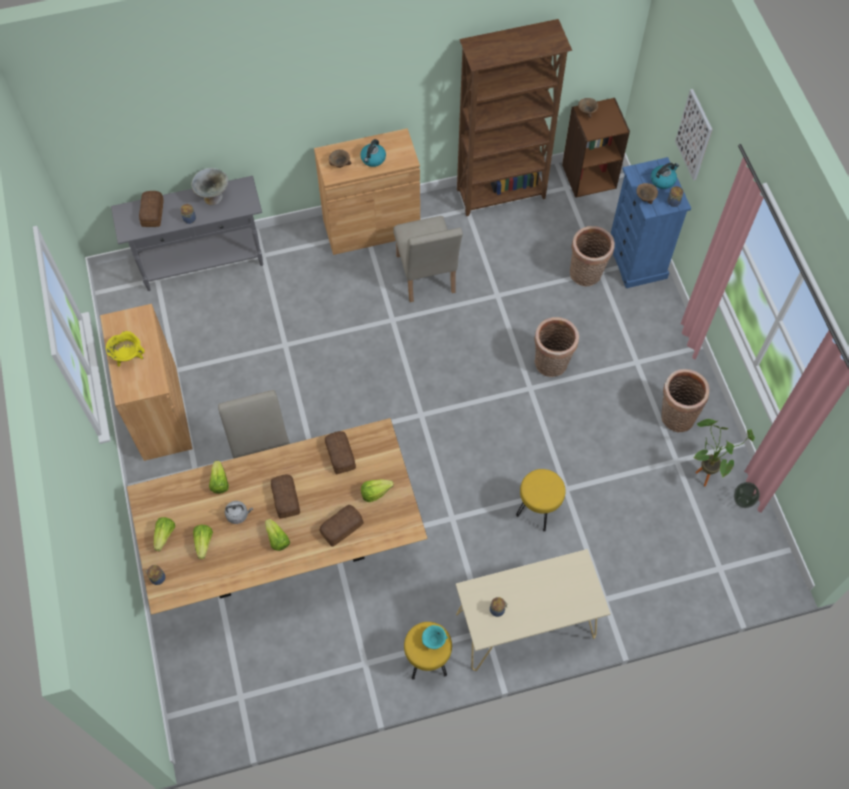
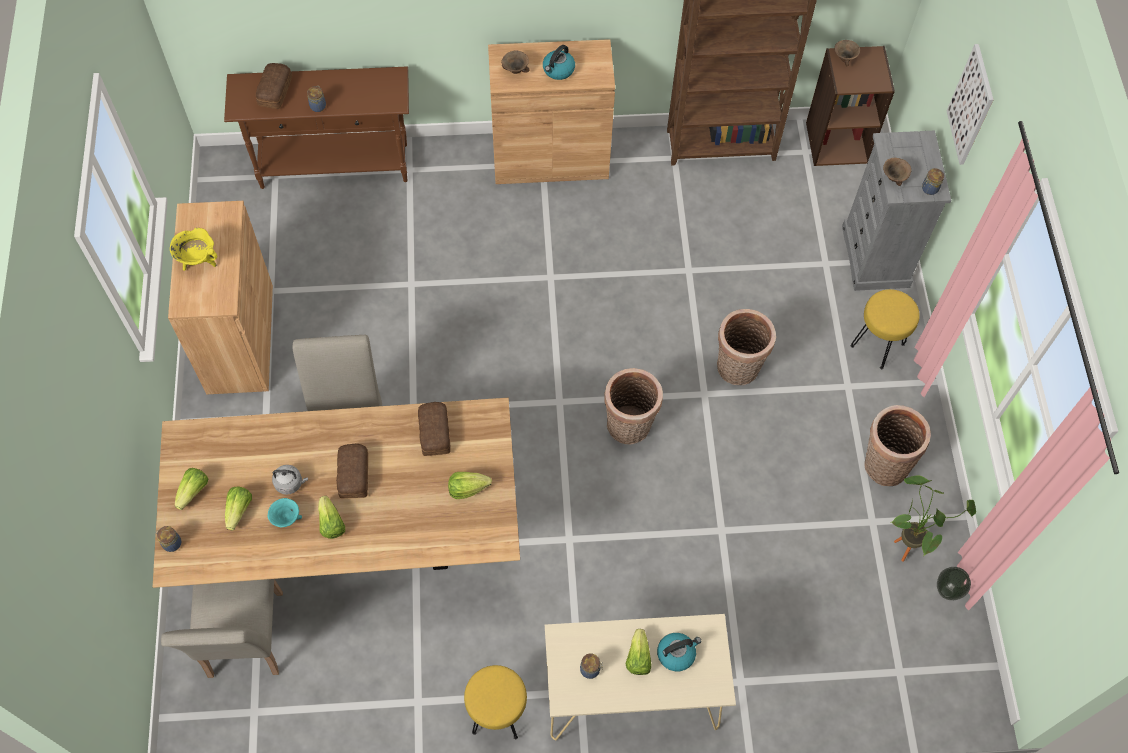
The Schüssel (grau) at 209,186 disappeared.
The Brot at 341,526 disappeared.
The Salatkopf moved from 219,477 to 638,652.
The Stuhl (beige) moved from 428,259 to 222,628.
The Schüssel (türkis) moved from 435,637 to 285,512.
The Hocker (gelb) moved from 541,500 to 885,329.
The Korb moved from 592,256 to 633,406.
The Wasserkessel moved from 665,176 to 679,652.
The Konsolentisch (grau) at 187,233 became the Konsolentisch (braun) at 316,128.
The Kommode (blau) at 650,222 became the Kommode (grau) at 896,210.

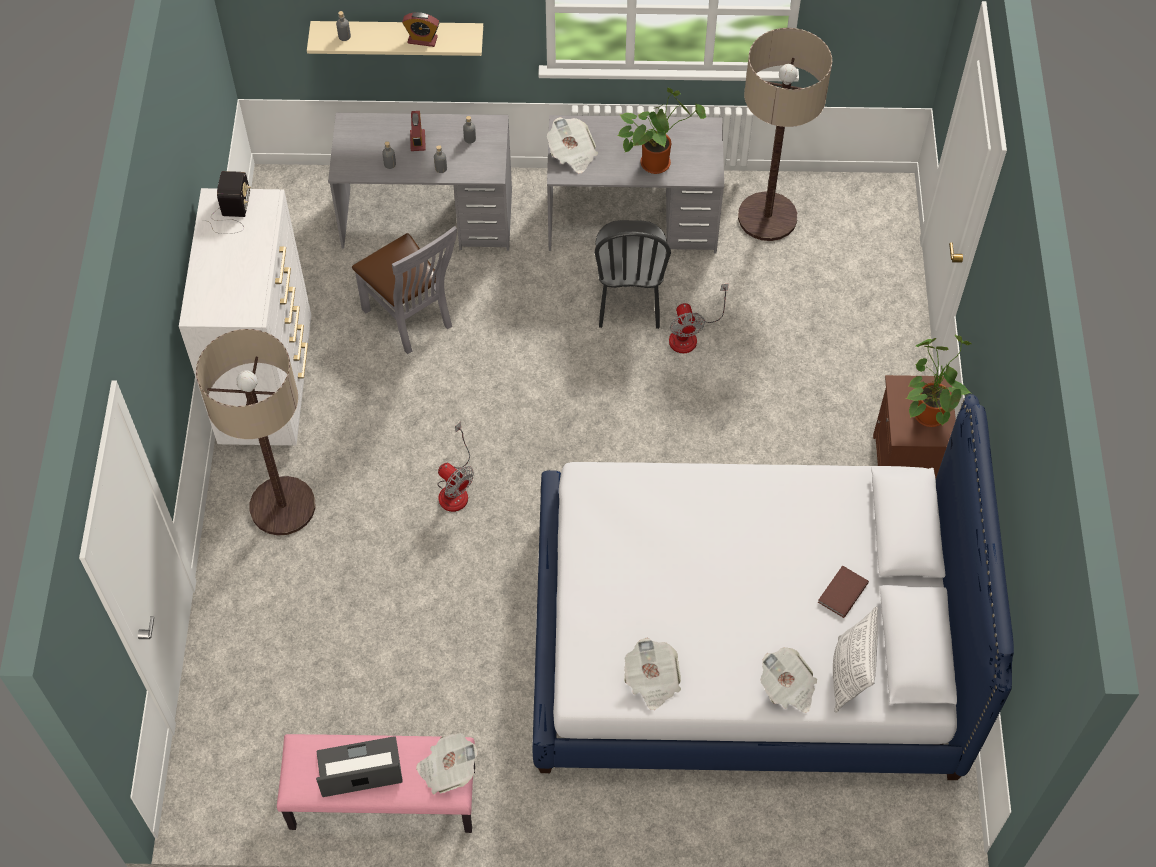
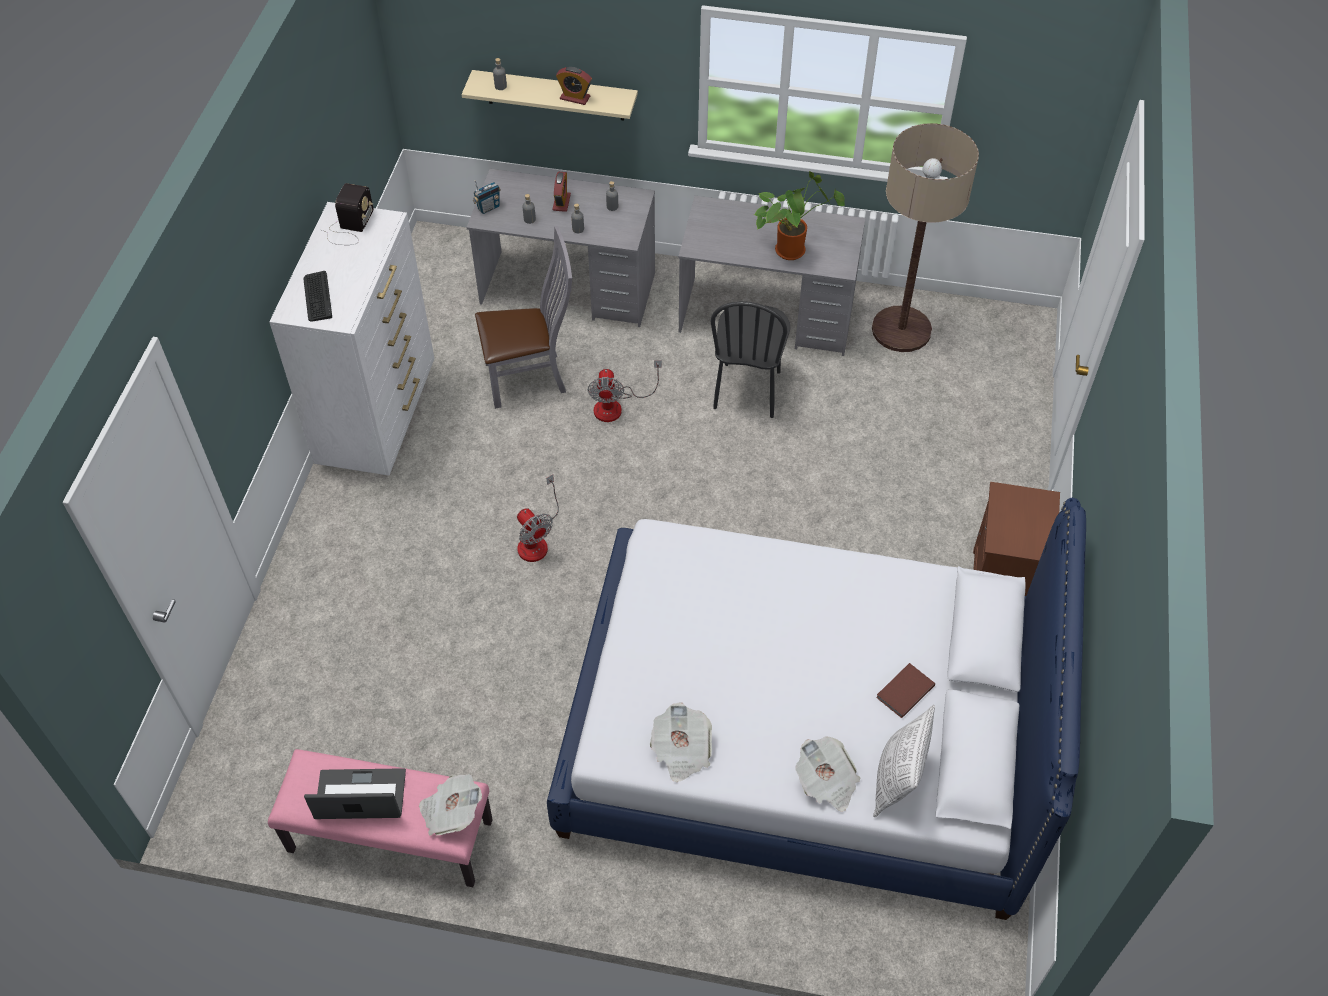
The Stehlampe at 255,432 disappeared.
The Zeitung at 572,145 disappeared.
The Topfpflanze at 938,380 disappeared.
The Tastatur at 318,296 appeared.
The Radio at 487,197 appeared.
The Ventilator moved from 699,318 to 625,391.
The Stuhl (grau) at 404,290 turned 75 degrees counterclockwise.

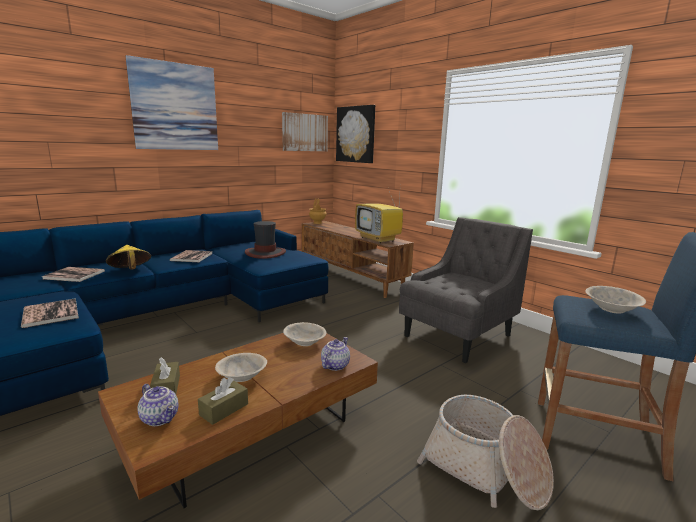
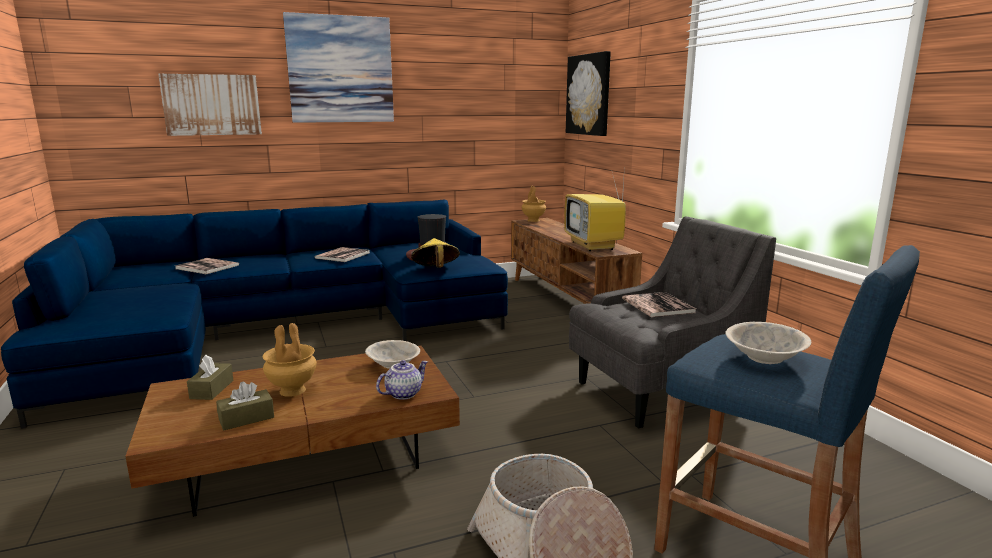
The Teekanne at 157,405 disappeared.
The Buch moved from 50,313 to 659,304.
The Hut (gelb) moved from 128,257 to 435,253.
The Bild moved from 305,131 to 210,105.
The Schüssel (beige) at 241,367 was replaced by the Vase (braun) at 290,360.

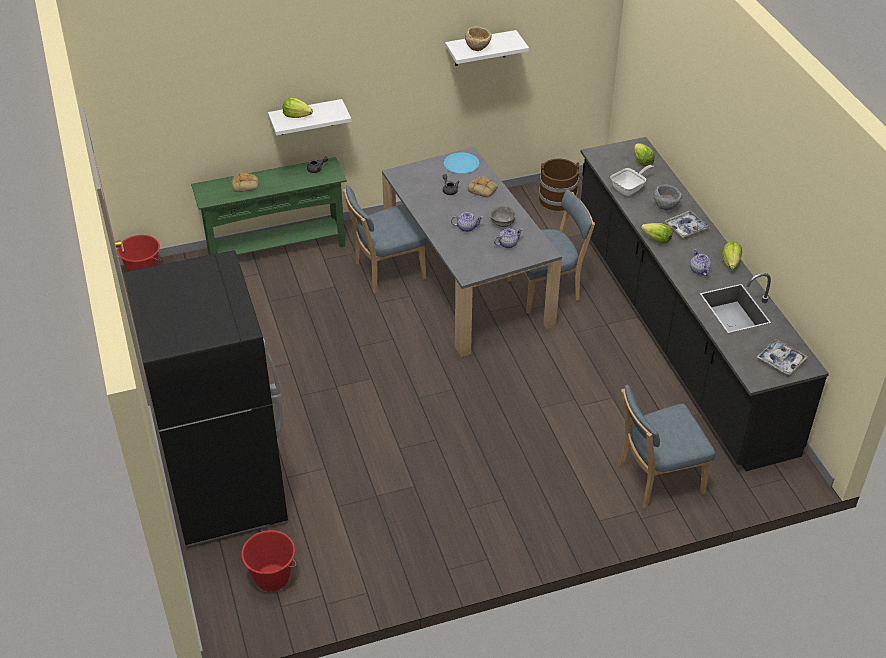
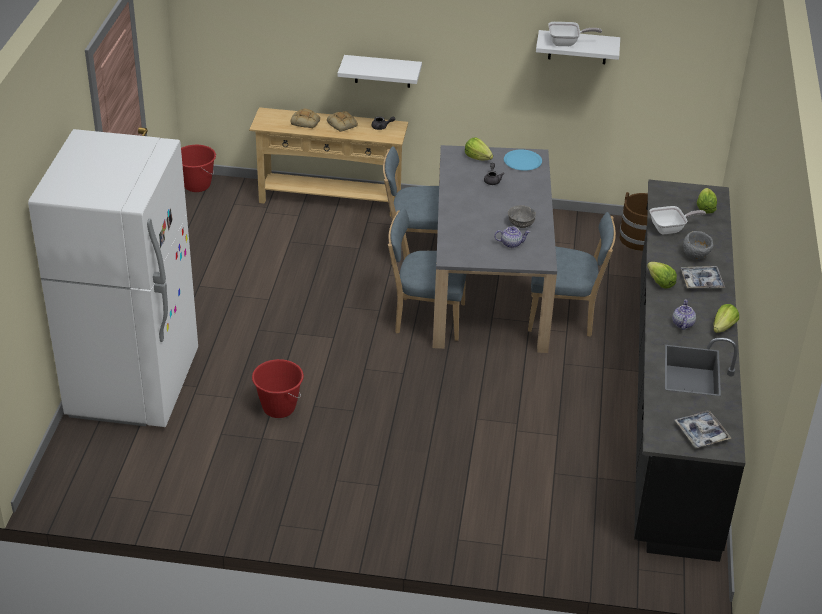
The Teekanne at 467,222 disappeared.
The Eimer (rot) moved from 268,560 to 278,388.
The Salatkopf moved from 298,107 to 479,148.
The Brot moved from 483,187 to 342,121.
The Stuhl (blau) moved from 667,447 to 427,274.
The Schüssel (beige) at 478,39 was replaced by the Pfanne at 575,34.
The Kühlschrank (schwarz) at 206,398 became the Kühlschrank (weiß) at 113,278.
The Konsolentisch (grün) at 269,206 became the Konsolentisch (beige) at 328,161.

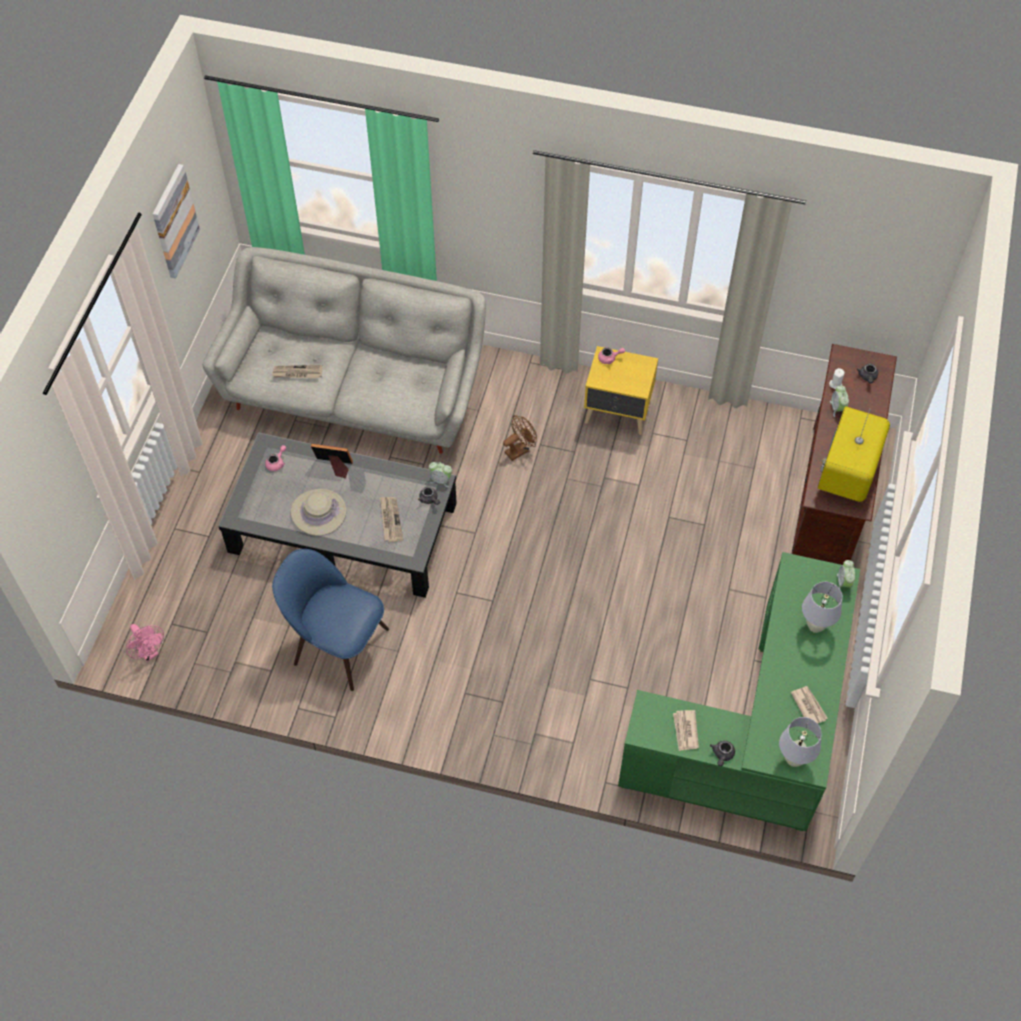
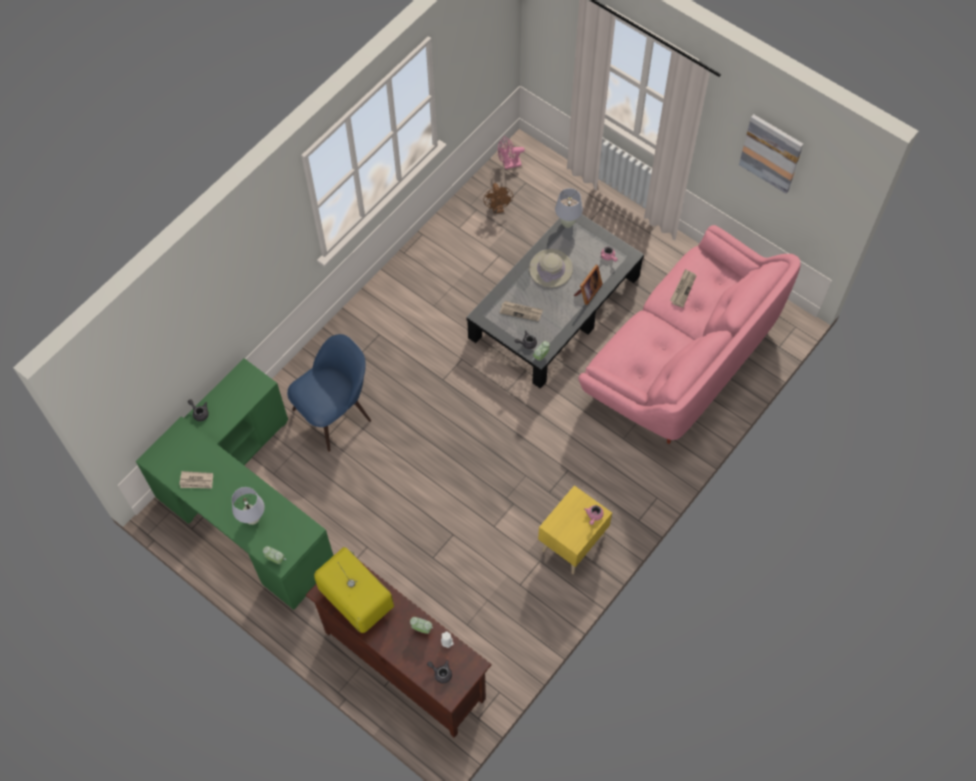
The Zeitung at 686,730 disappeared.
The Stuhl (blau) moved from 330,620 to 329,393.
The Ventilator (braun) moved from 520,438 to 498,198.
The Tischlampe (weiß) moved from 800,742 to 569,208.
The Sofa (grau) at 344,350 became the Sofa (rosa) at 689,334.

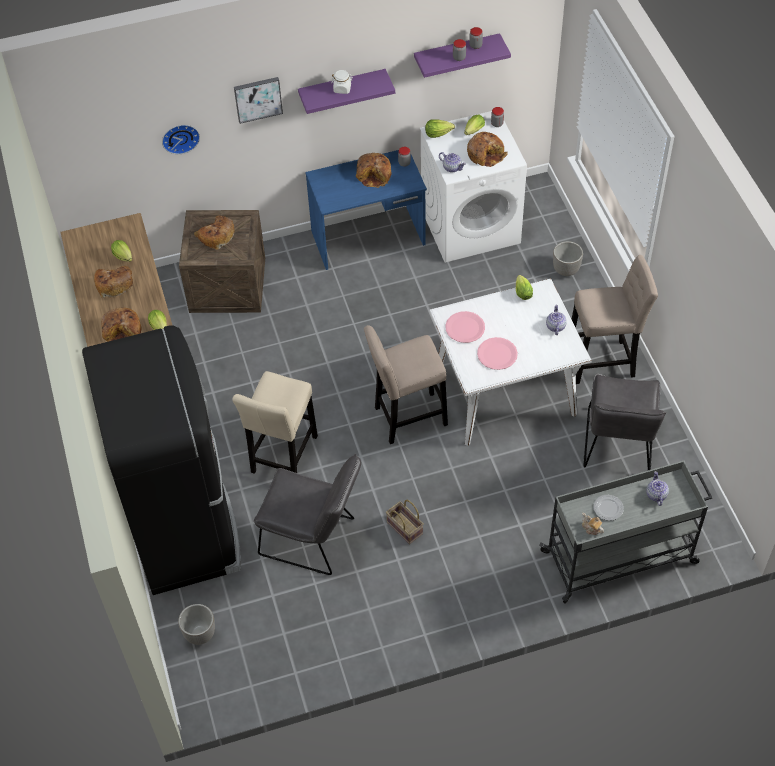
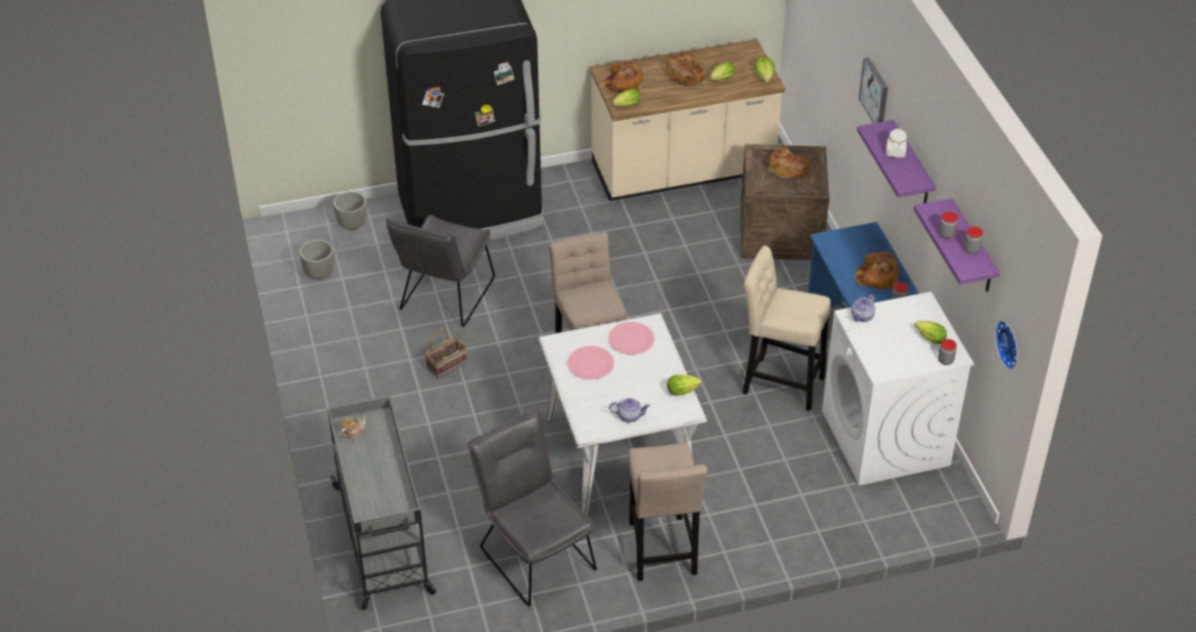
The Brot at 487,149 disappeared.
The Teller at 608,508 disappeared.
The Teekanne at 657,488 disappeared.
The Wanduhr moved from 181,139 to 1006,345.
The Hocker (beige) moved from 275,422 to 787,328.
The Salatkopf moved from 440,128 to 765,69.
The Pflanzkübel moved from 568,258 to 316,260.
The Stuhl (grau) at 625,422 turned 45 degrees clockwise.

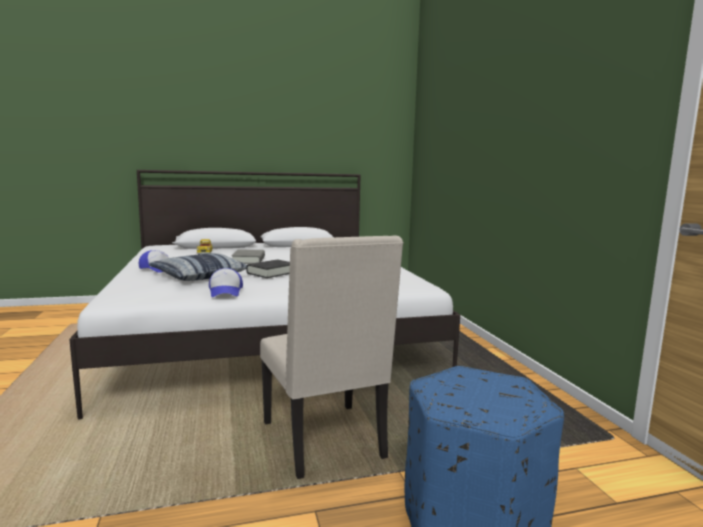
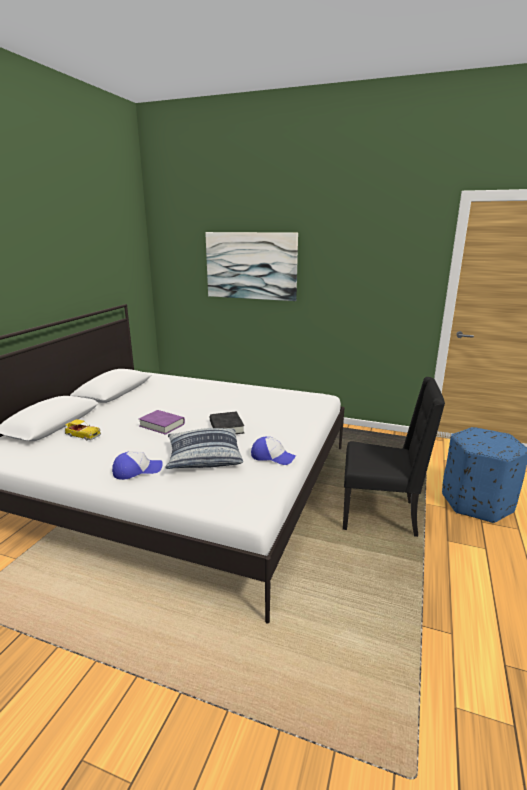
The Bild at 251,266 appeared.
The Buch (grau) at 248,257 became the Buch (lila) at 162,422.
The Stuhl (beige) at 331,357 became the Stuhl (schwarz) at 394,457.

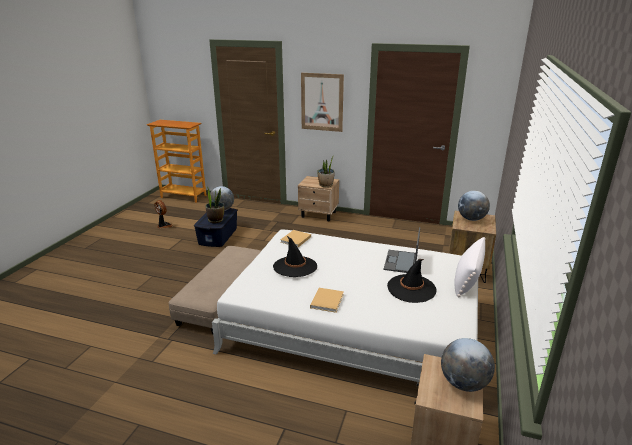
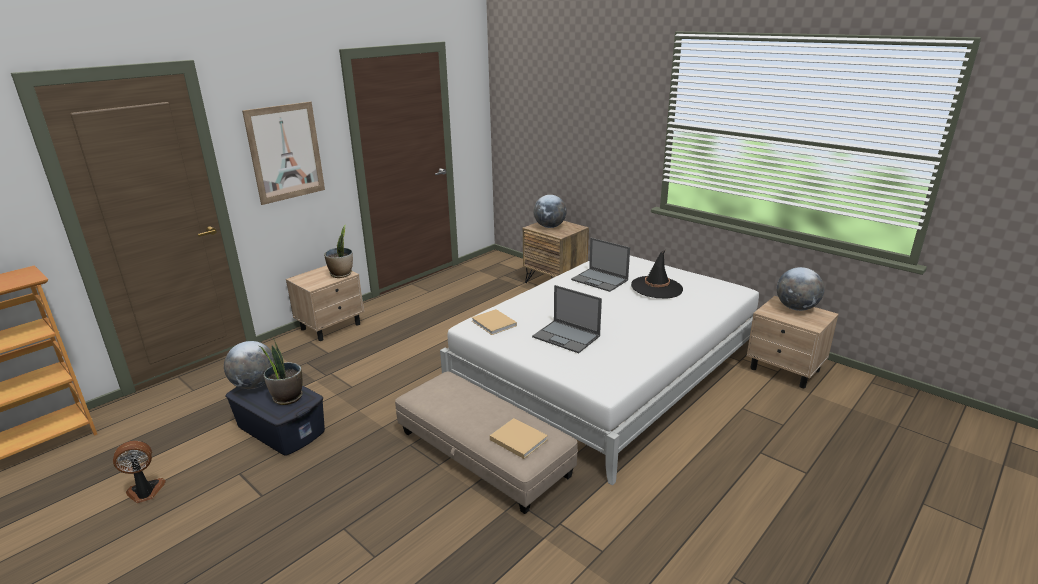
The Kissen (weiß) at 470,267 disappeared.
The Buch (beige) moved from 327,300 to 519,438.
The Hut (schwarz) at 295,256 was replaced by the Laptop at 567,319.

